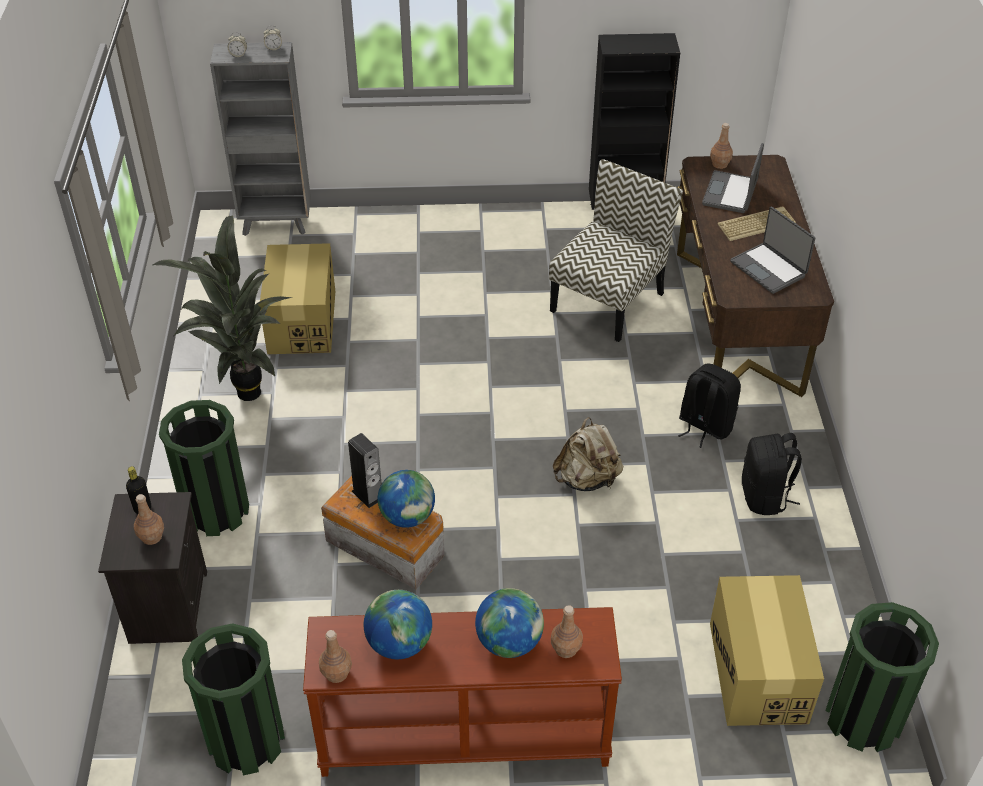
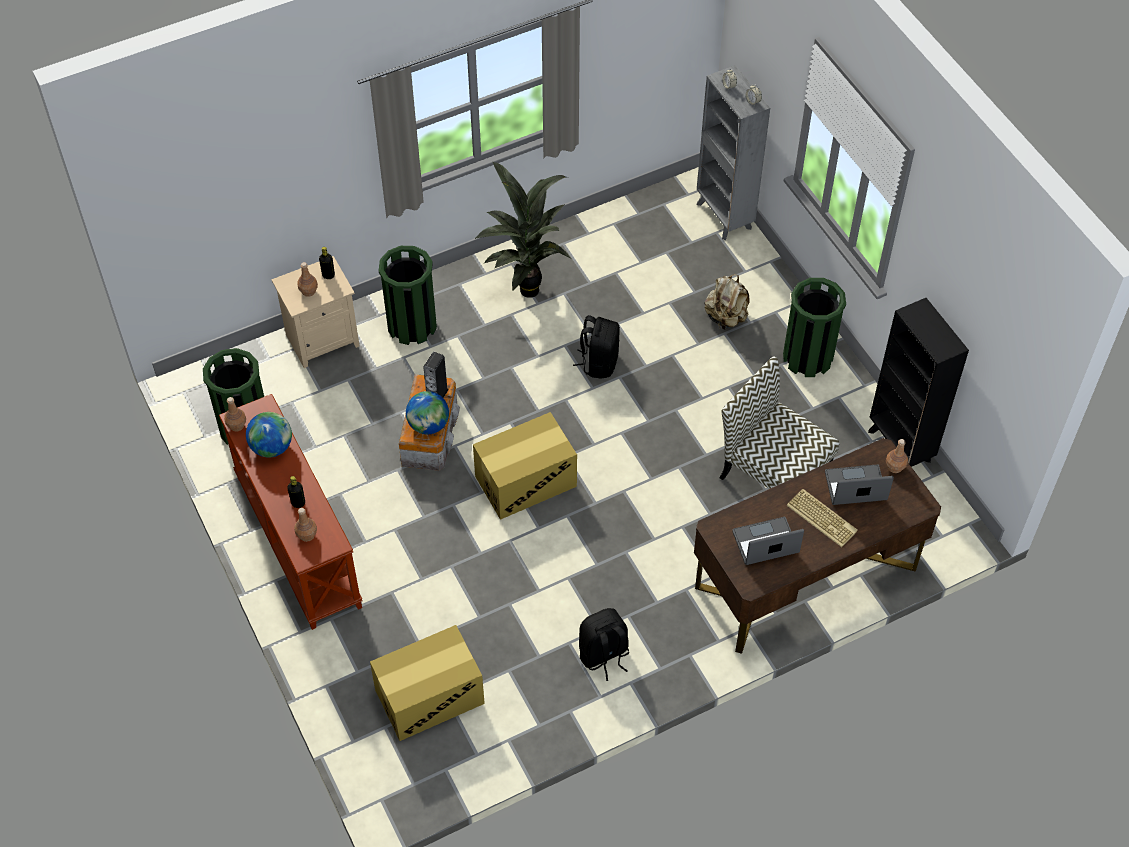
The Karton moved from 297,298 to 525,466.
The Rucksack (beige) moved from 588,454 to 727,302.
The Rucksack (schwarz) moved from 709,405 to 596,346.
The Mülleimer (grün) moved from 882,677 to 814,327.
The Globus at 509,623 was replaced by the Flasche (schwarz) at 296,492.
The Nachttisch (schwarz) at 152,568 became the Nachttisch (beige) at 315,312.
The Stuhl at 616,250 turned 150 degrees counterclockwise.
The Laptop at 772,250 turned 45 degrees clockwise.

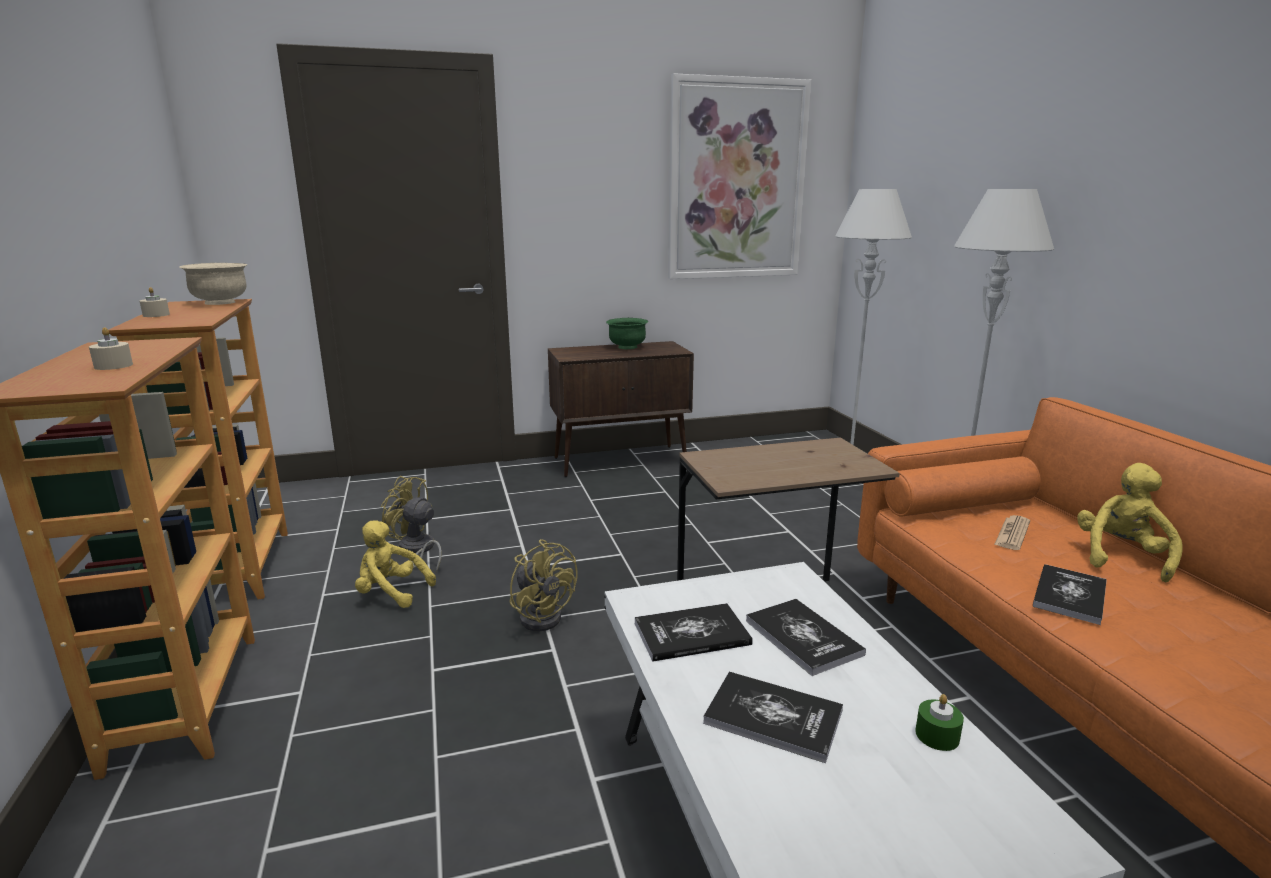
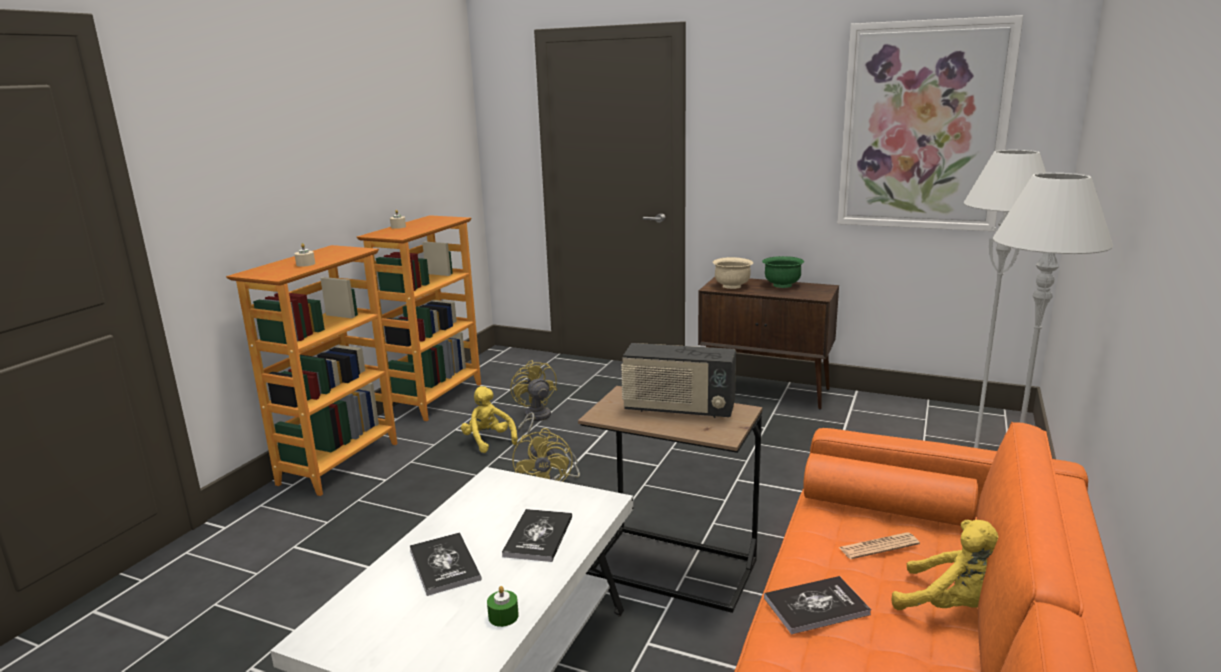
The Buch at 694,632 disappeared.
The Radio at 678,380 appeared.
The Schüssel (beige) moved from 213,284 to 733,273.
The Plüschtier (gelb) at 1130,523 turned 60 degrees clockwise.

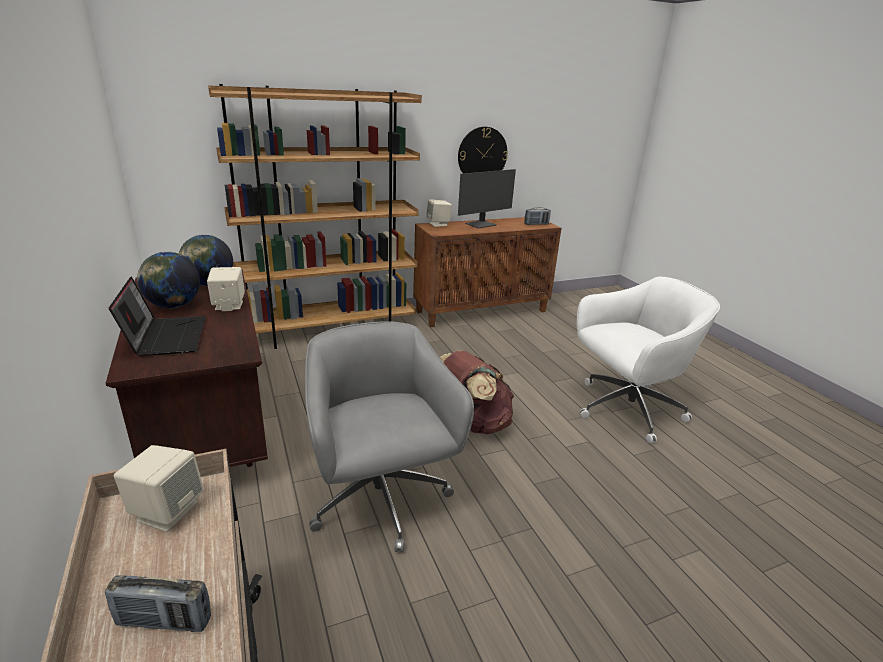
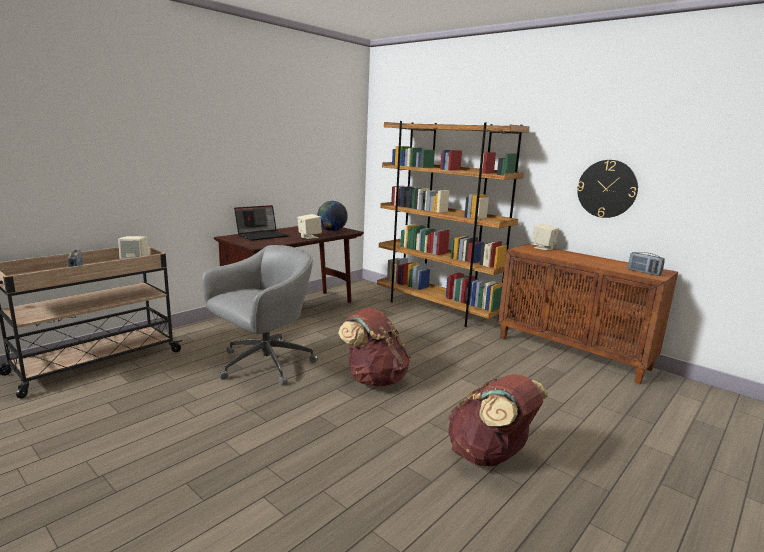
The Globus at 168,280 disappeared.
The Monitor at 487,198 disappeared.
The Bürostuhl (weiß) at 648,360 was replaced by the Rucksack (braun) at 498,420.

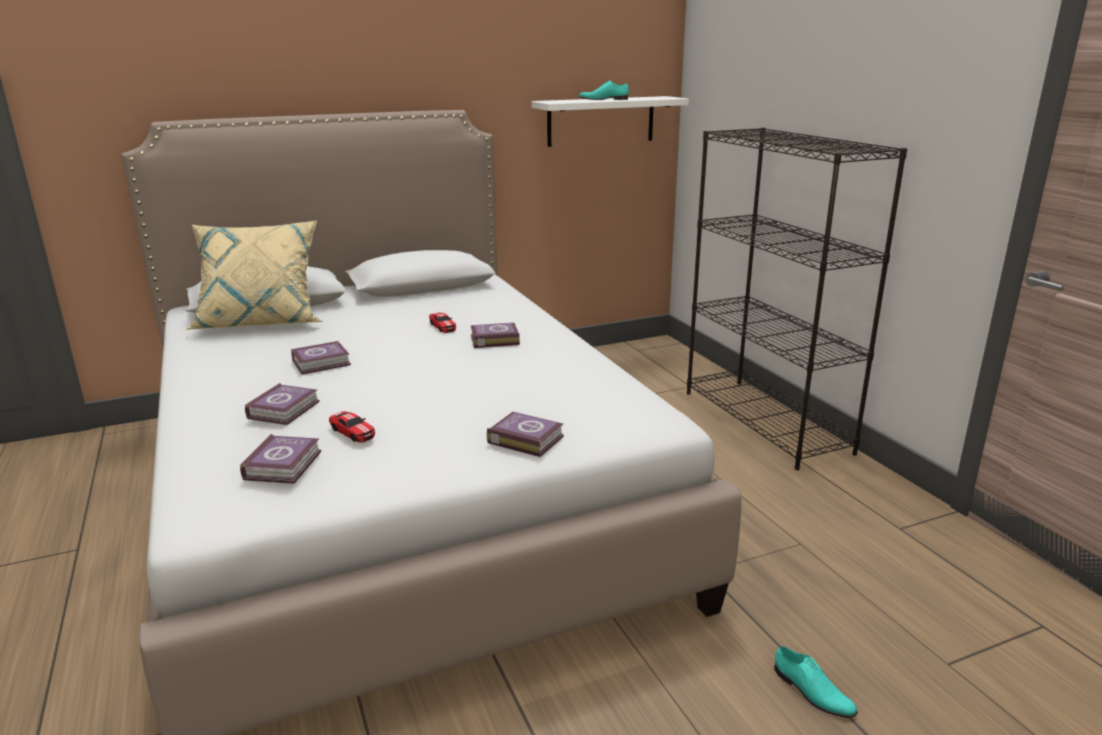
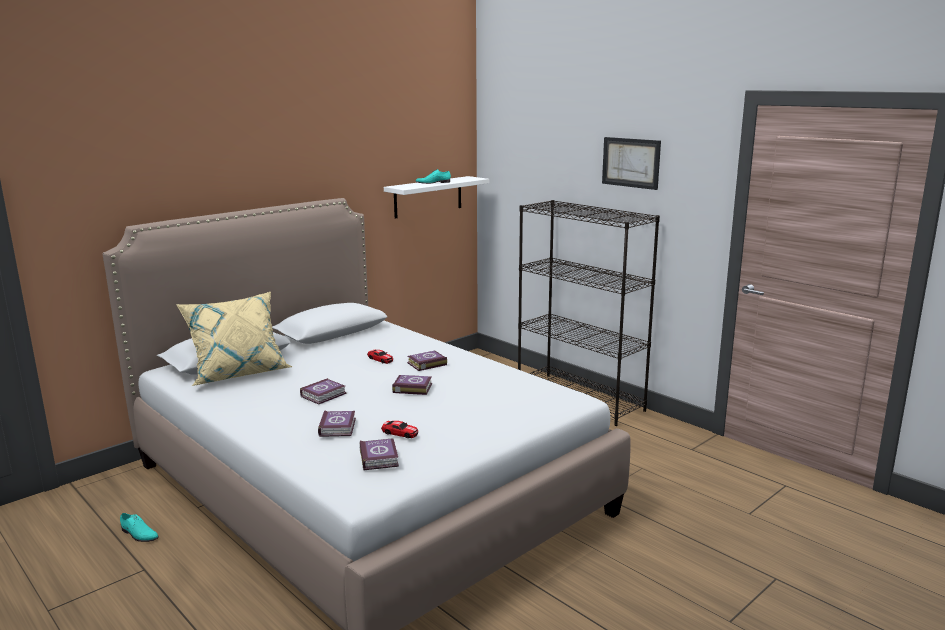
The Bild at 631,163 appeared.
The Buch moved from 525,434 to 412,385.
The Schuh (türkis) moved from 816,682 to 139,527.

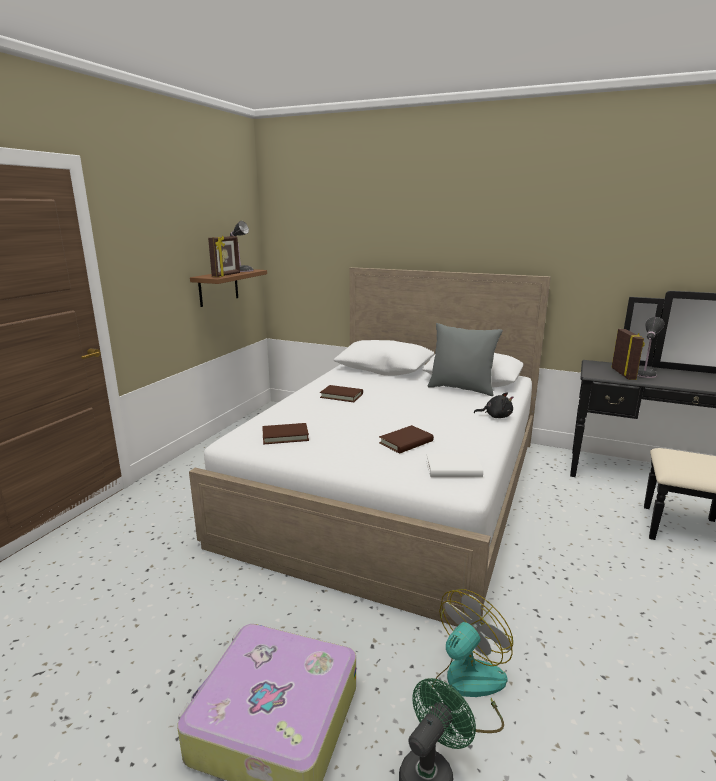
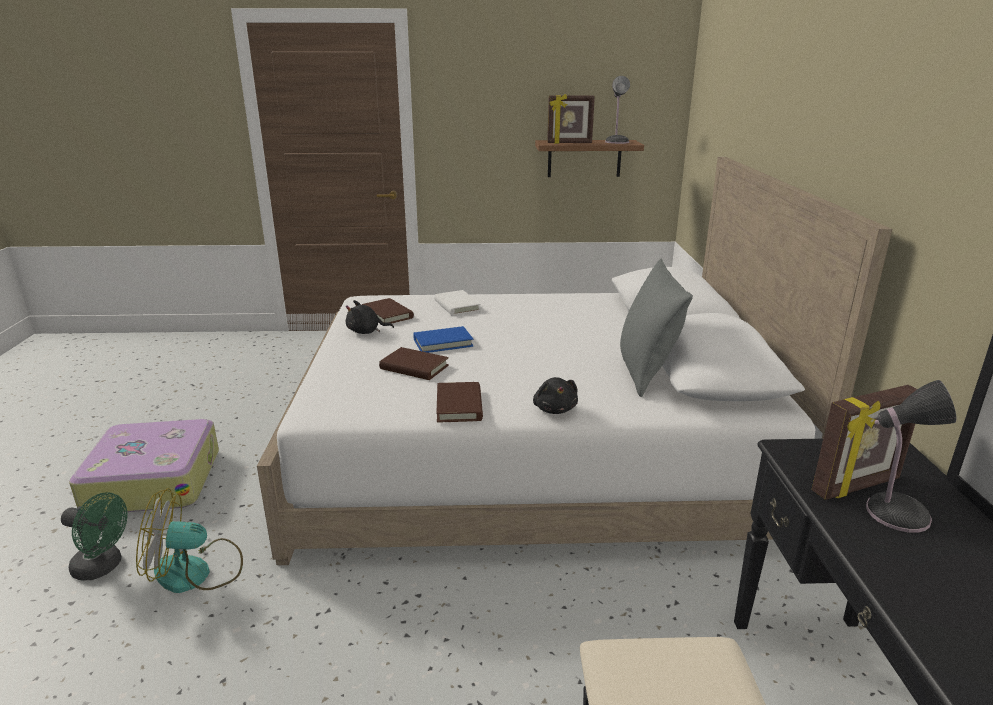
The Plüschtier (schwarz) at 370,317 appeared.
The Buch (blau) at 443,339 appeared.
The Buch (braun) moved from 341,393 to 459,402.
The Buch (weiß) moved from 454,465 to 457,302.
The Ventilator at 472,661 turned 150 degrees clockwise.

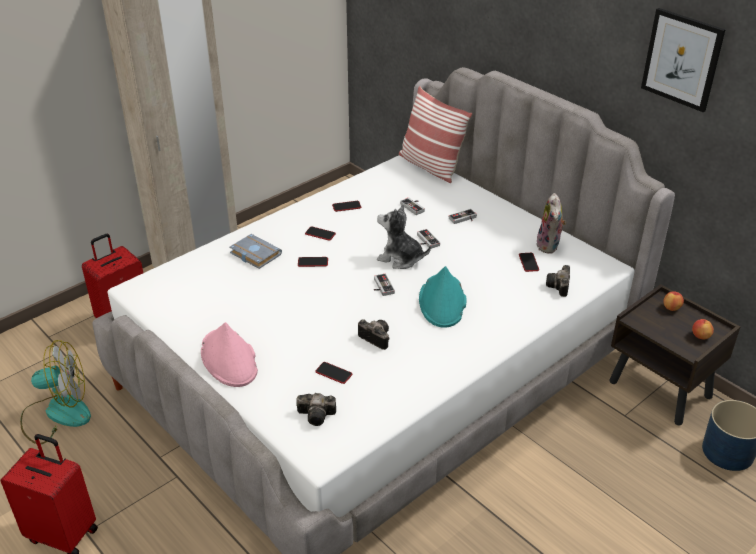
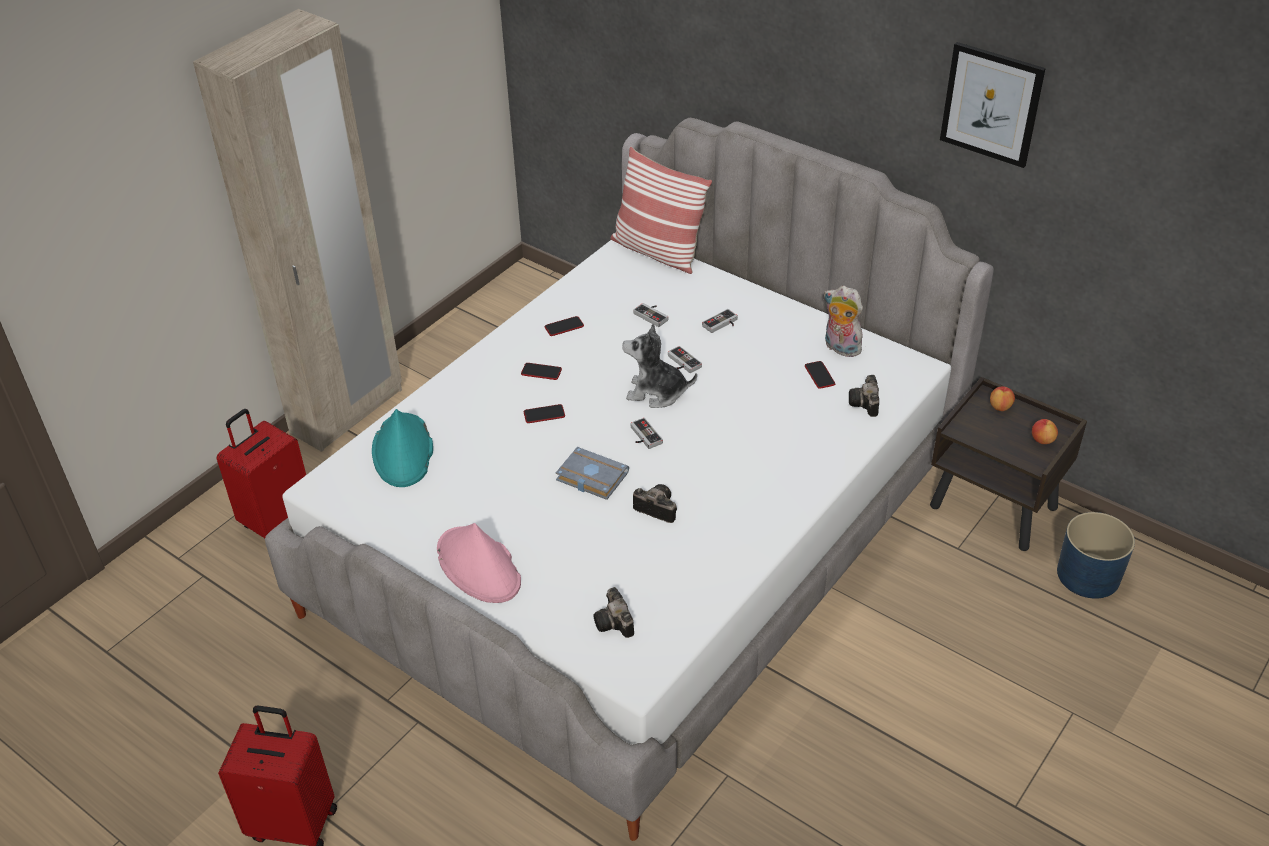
The Ventilator at 55,392 disappeared.
The Handy at 333,373 disappeared.
The Buch (grau) moved from 255,251 to 592,473.
The Hut (türkis) moved from 442,297 to 402,448.
The Kamera at 316,409 turned 75 degrees clockwise.
The Plüschtier at 551,223 turned 135 degrees clockwise.

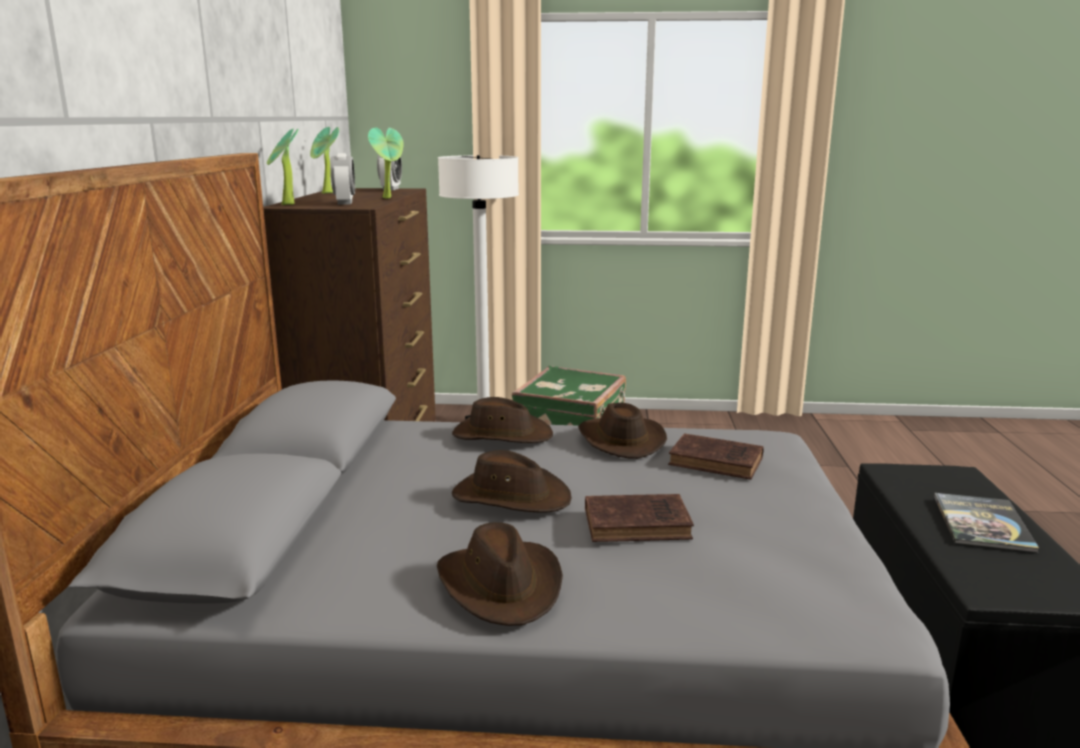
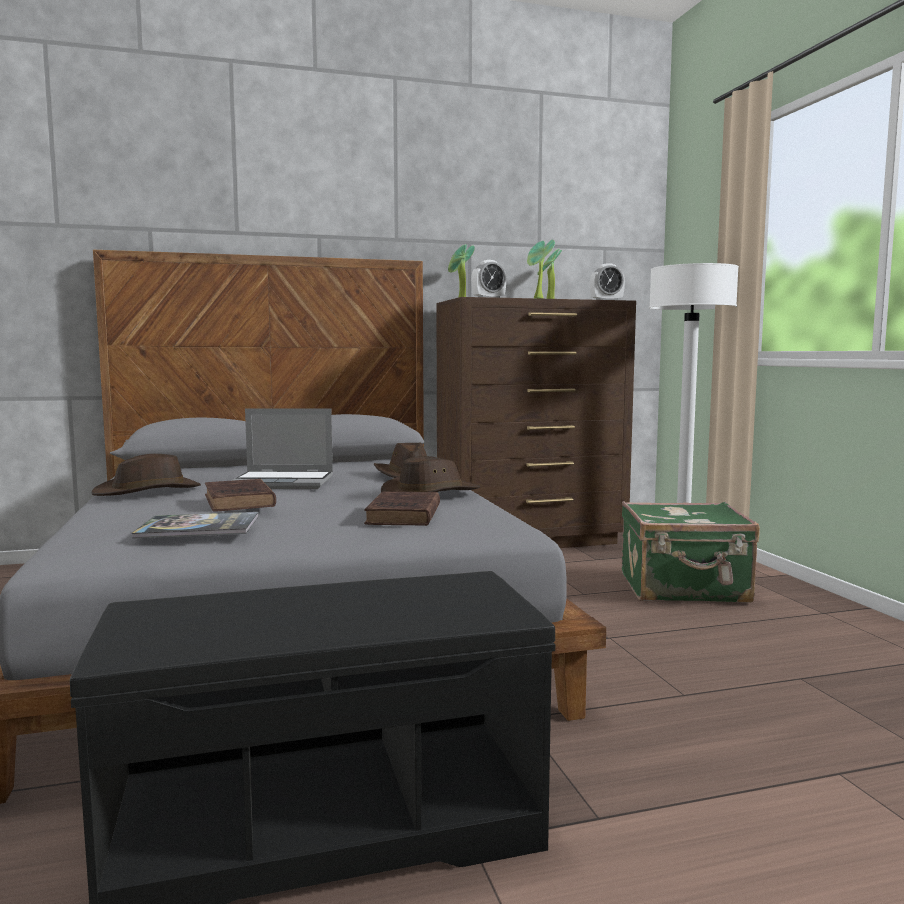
The Buch moved from 986,523 to 195,525.
The Hut (braun) at 512,481 was replaced by the Laptop at 282,448.

